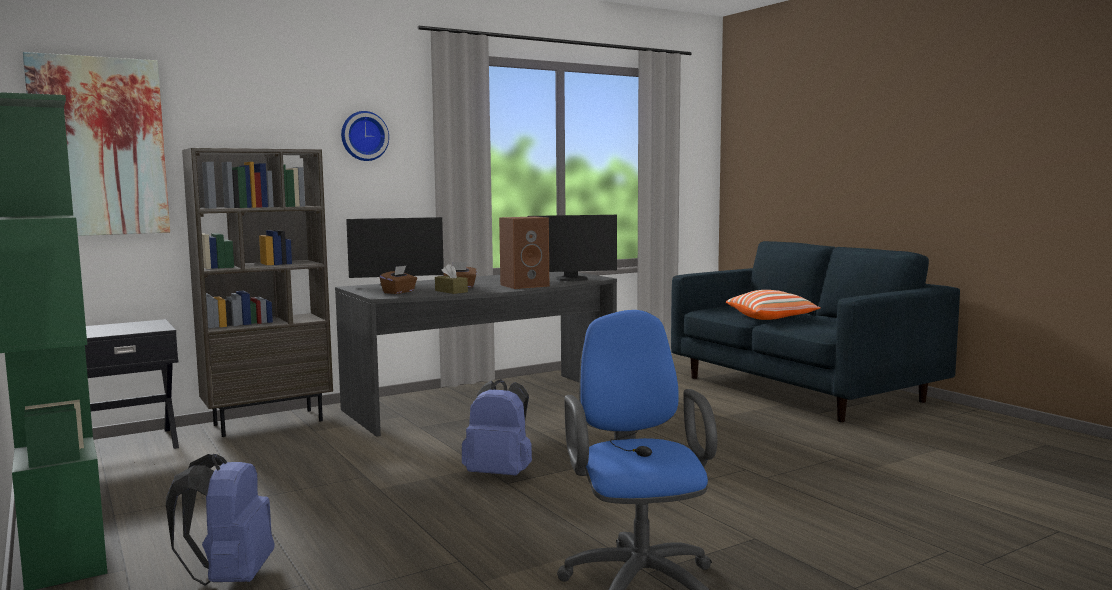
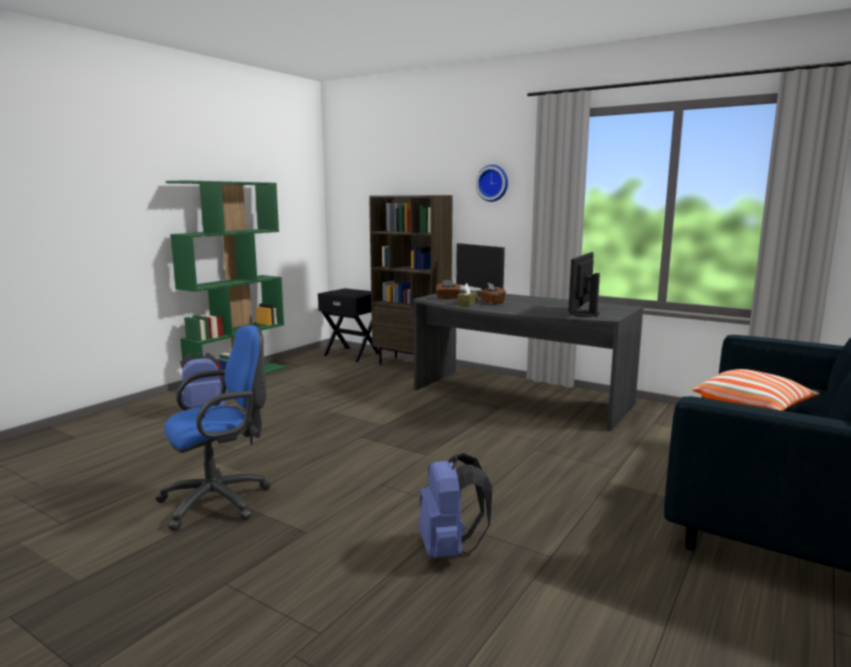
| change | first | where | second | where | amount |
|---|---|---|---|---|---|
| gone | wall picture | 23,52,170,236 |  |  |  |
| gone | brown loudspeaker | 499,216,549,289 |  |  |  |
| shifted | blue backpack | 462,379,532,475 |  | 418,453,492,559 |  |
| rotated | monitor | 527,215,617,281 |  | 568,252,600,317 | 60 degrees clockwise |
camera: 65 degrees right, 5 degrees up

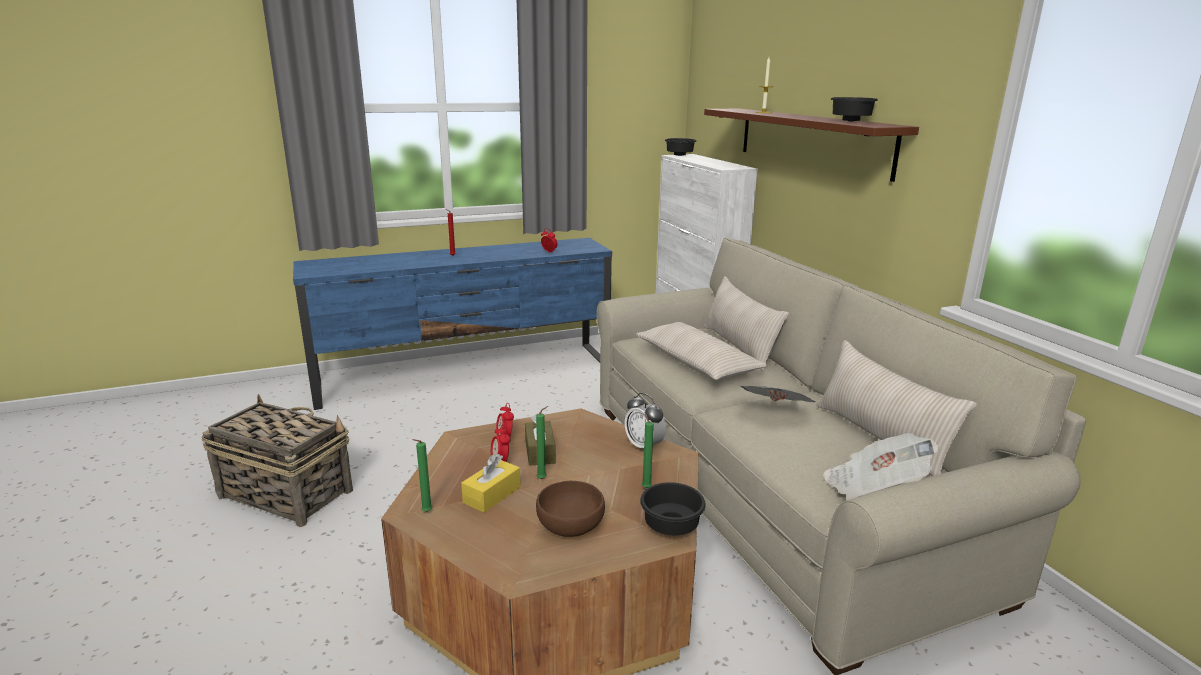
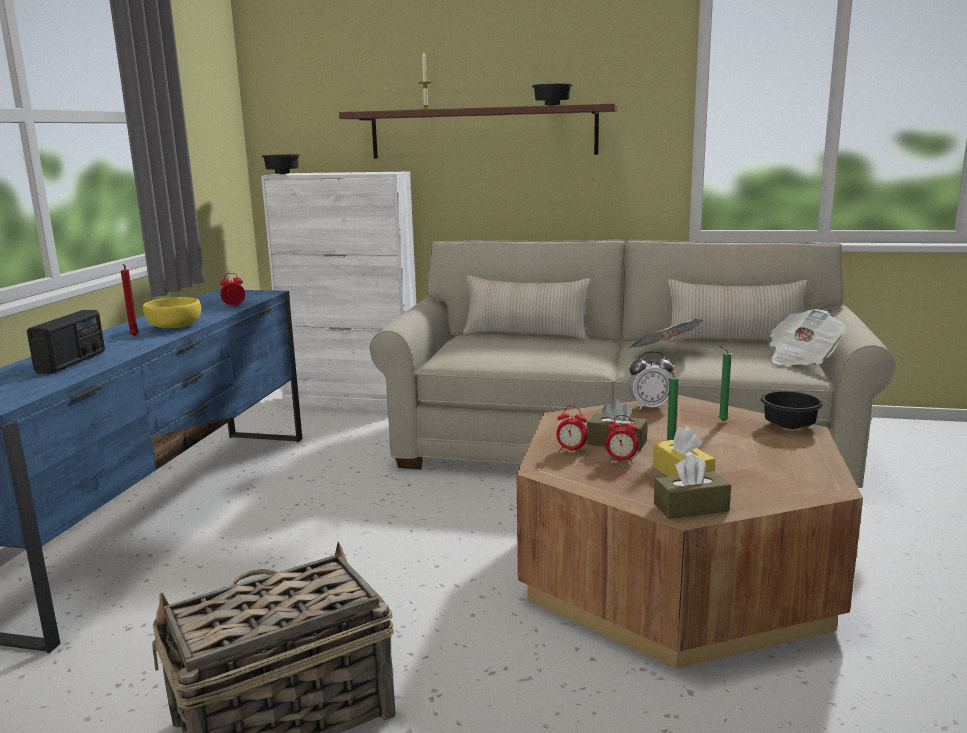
| change | first | where | second | where | amount |
|---|---|---|---|---|---|
| gone | brown bowl | 536,481,605,537 |  |  |  |
| gone | beige-coloured cushion | 635,322,768,380 |  |  |  |
| new |  |  | radio set | 26,310,105,374 |  |
| new |  |  | yellowish bowl | 143,297,201,328 |  |
| swapped | green wax light | 413,439,432,512 | brown box of tissues | 654,454,731,519 |  |
camera: 55 degrees left, 5 degrees down

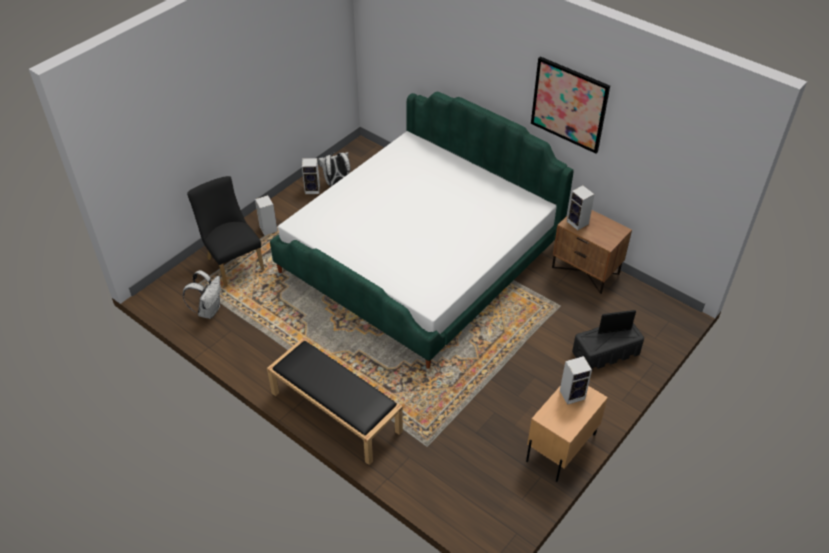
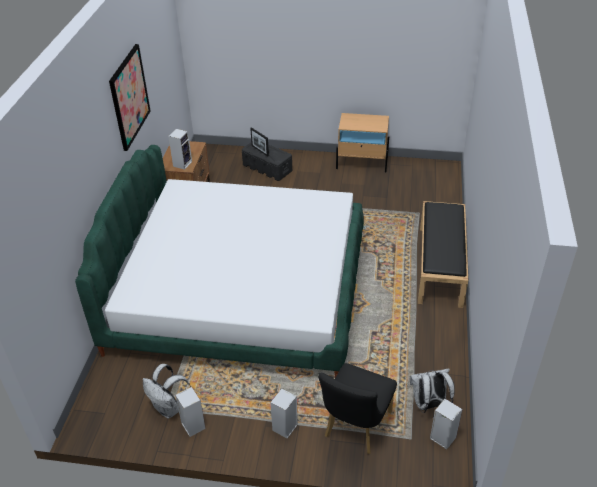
| change | first | where | second | where | amount |
|---|---|---|---|---|---|
| shifted | loudspeaker | 560,356,592,405 |  | 430,399,462,450 |  |
camera: 120 degrees left, 5 degrees down

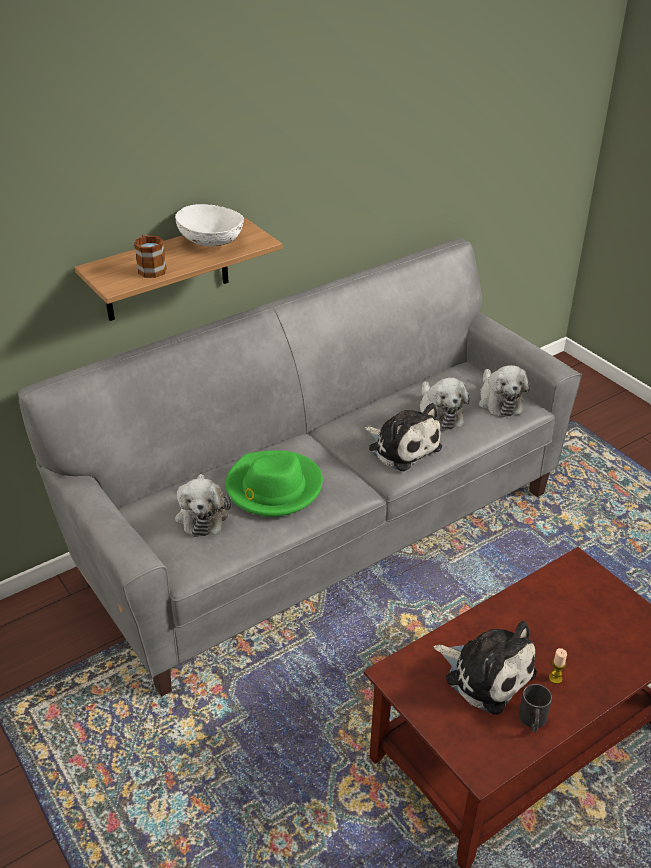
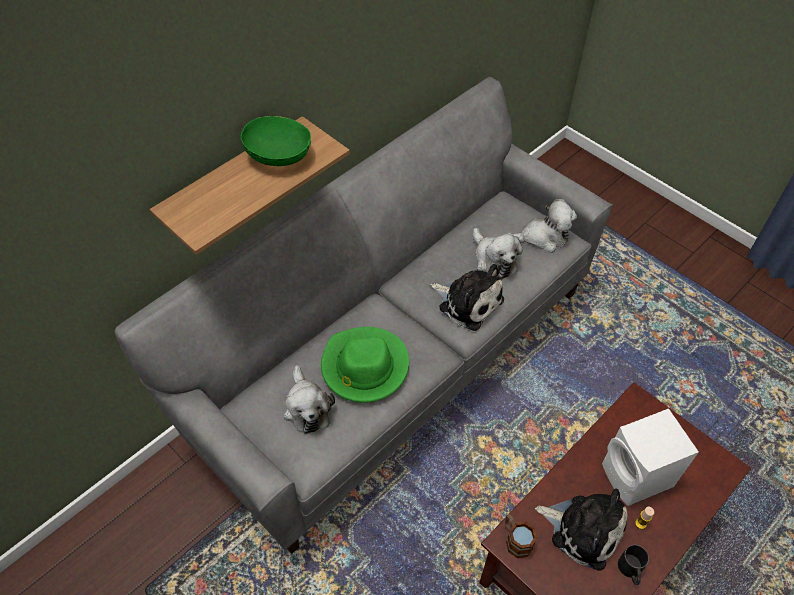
| change | first | where | second | where | amount |
|---|---|---|---|---|---|
| new |  |  | white loudspeaker | 602,408,699,506 |  |
| shifted | coffee mug | 134,234,167,278 |  | 505,514,537,558 |  |
| repainted | white bowl | 175,204,244,246 | green bowl | 241,116,311,166 |  |
| rotated | cuddly toy | 479,365,530,417 |  | 507,199,577,253 | 75 degrees counterclockwise |
camera: 10 degrees left, 15 degrees up

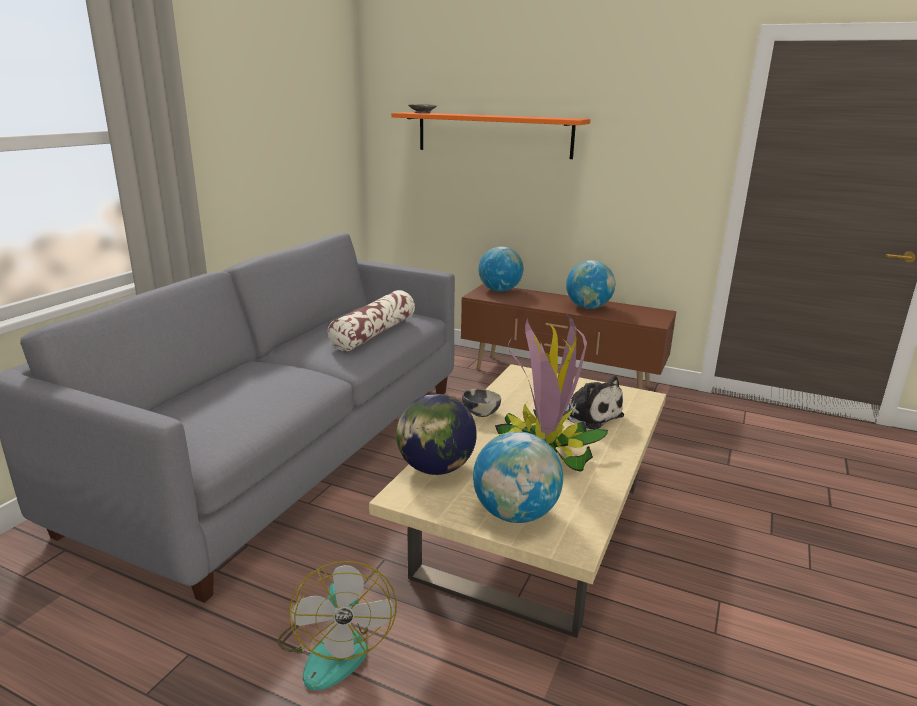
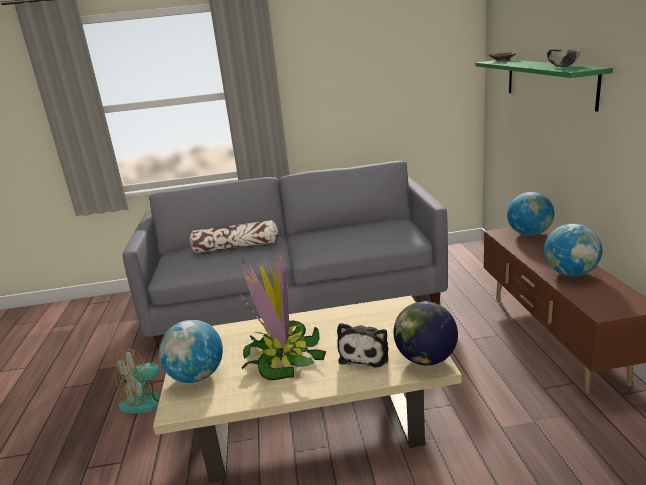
| change | first | where | second | where | amount |
|---|---|---|---|---|---|
| shifted | cushion | 328,290,415,351 |  | 190,220,278,253 |  |
| shifted | world globe | 396,394,477,475 |  | 394,301,458,365 |  |
| shifted | bowl | 462,389,501,417 |  | 547,49,580,67 |  |
| repainted | orangey wall shelf | 391,112,591,159 | green wall shelf | 475,59,613,112 |  |
camera: 60 degrees right, 0 degrees up

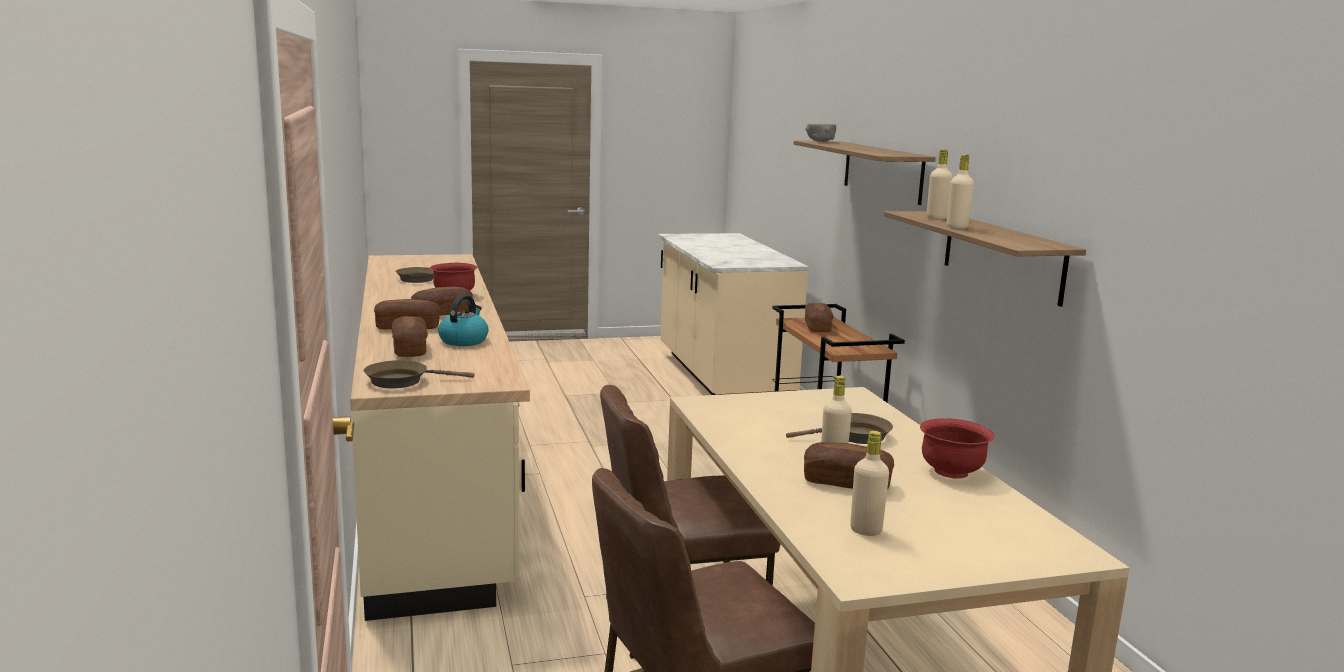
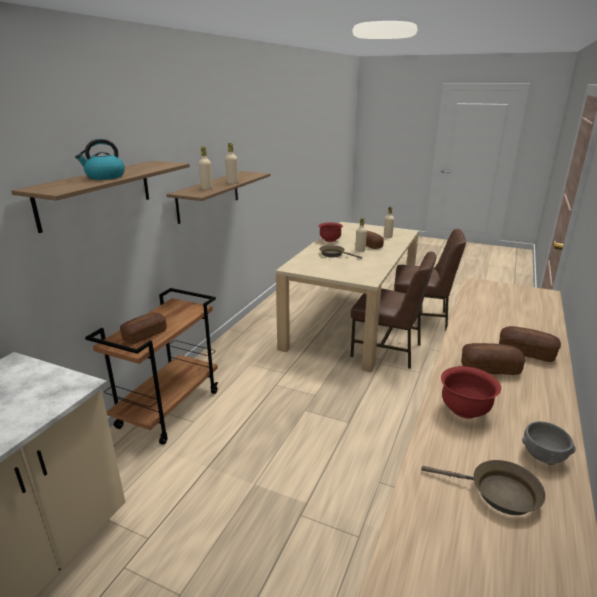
| change | first | where | second | where | amount |
|---|---|---|---|---|---|
| gone | brown skillet | 364,360,474,388 |  |  |  |
| gone | baked bread | 392,316,428,357 |  |  |  |
| shifted | water kettle | 438,295,489,346 |  | 75,139,125,180 |  |
| shifted | greyish bowl | 806,124,836,142 |  | 522,421,576,465 |  |
camera: 140 degrees left, 10 degrees up

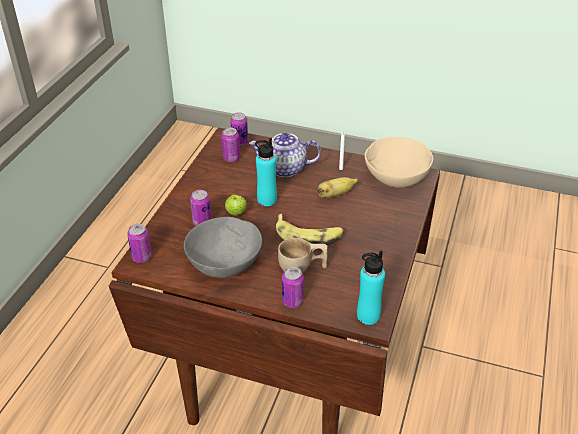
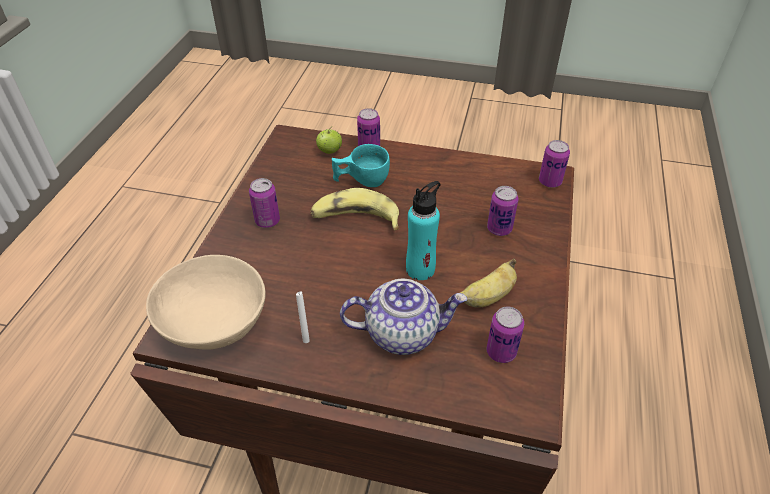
| change | first | where | second | where | amount |
|---|---|---|---|---|---|
| gone | greyish bowl | 184,217,262,278 |  |  |  |
| gone | turquoise bottle | 357,251,385,325 |  |  |  |
| shifted | apple fruit | 225,195,247,216 |  | 316,129,342,154 |  |
| shifted | can | 230,112,248,146 |  | 249,178,280,228 |  |
| shifted | banana | 317,177,358,198 |  | 460,259,517,307 |  |
| repainted | beige-coloured drinking cup | 278,238,327,273 | turquoise drinking cup | 332,144,390,187 |  |
camera: 175 degrees right, 5 degrees up

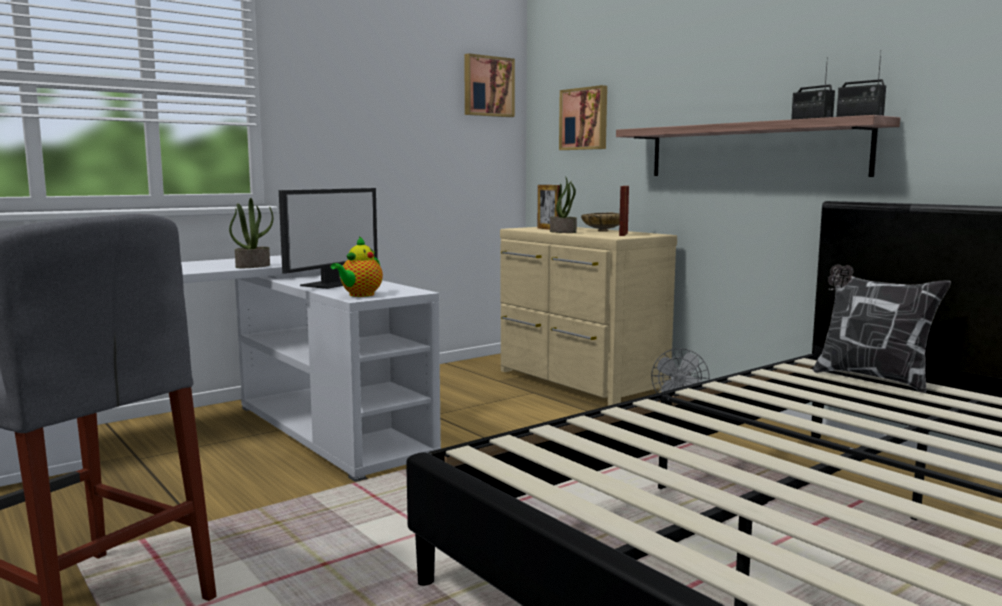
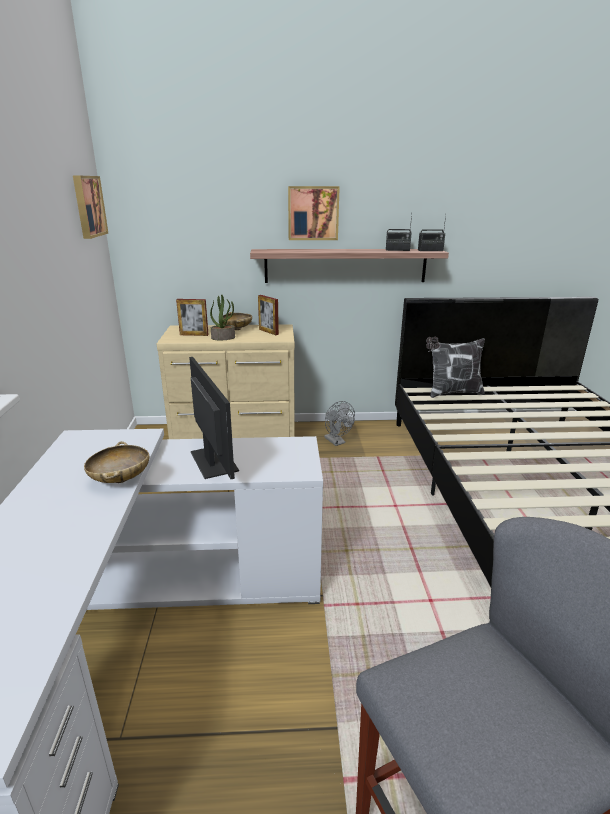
| change | first | where | second | where | amount |
|---|---|---|---|---|---|
| gone | tea pot | 330,236,383,297 |  |  |  |
| shifted | wall picture | 559,85,607,150 |  | 288,186,340,240 |  |
| swapped | houseplant | 229,198,273,268 | beige-coloured bowl | 84,441,149,483 |  |
camera: 55 degrees left, 15 degrees up

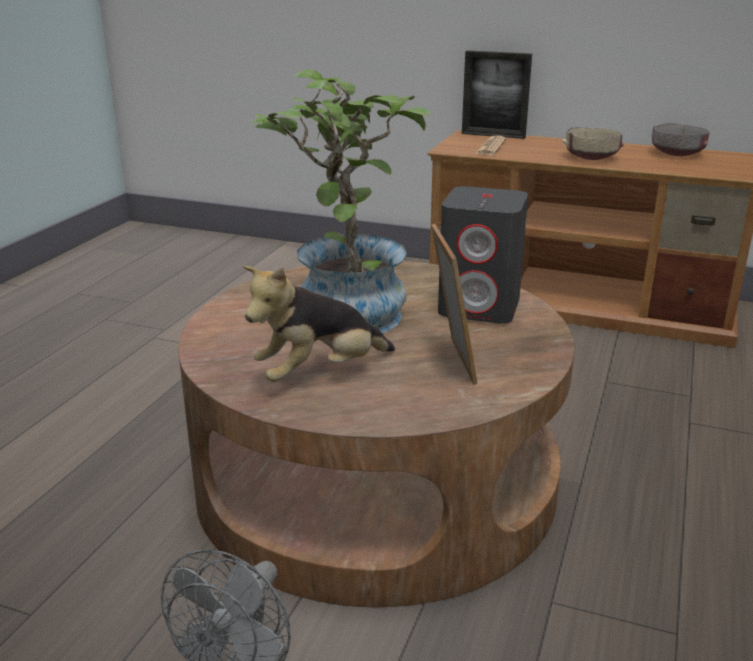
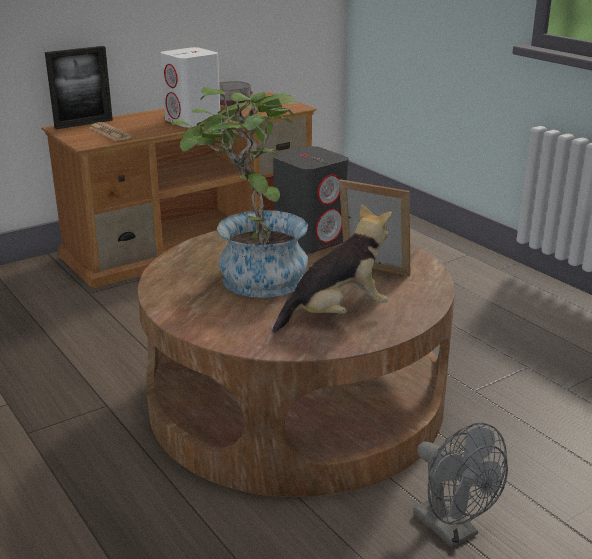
| change | first | where | second | where | amount |
|---|---|---|---|---|---|
| swapped | beige-coloured bowl | 562,127,624,160 | white loudspeaker | 160,47,220,127 |  |
| rotated | cuddly toy | 243,266,395,382 |  | 272,204,392,333 | 120 degrees counterclockwise |
camera: 55 degrees left, 0 degrees up

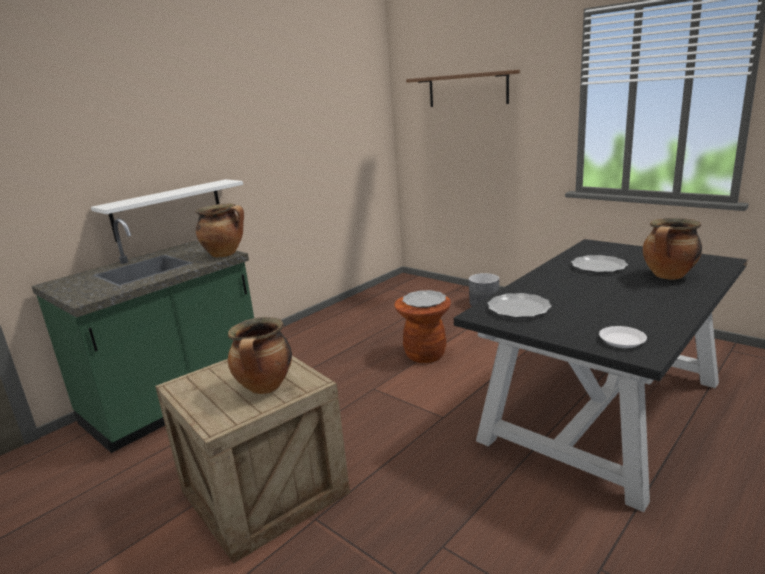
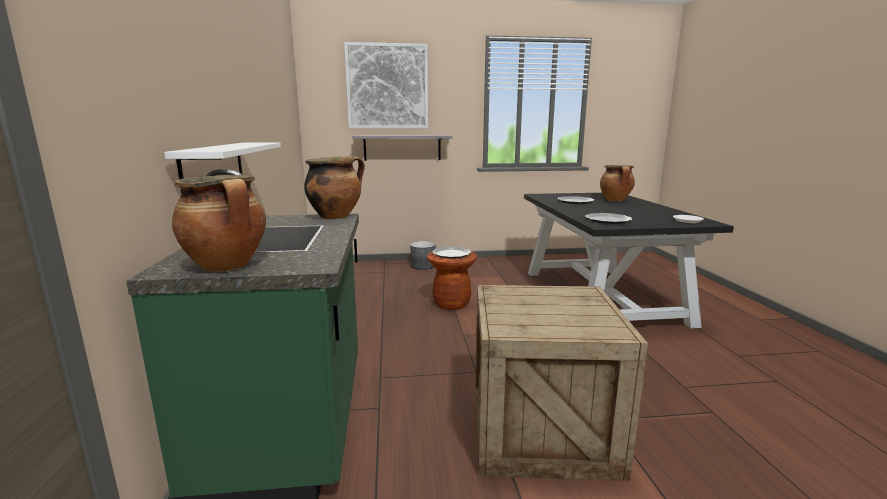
| change | first | where | second | where | amount |
|---|---|---|---|---|---|
| new |  |  | greyish wall shelf | 352,135,452,161 |  |
| shifted | saucepot | 228,317,292,394 |  | 172,175,266,272 |  |
| swapped | brown wall shelf | 406,70,520,107 | wall picture | 344,42,428,129 |  |
camera: 50 degrees left, 5 degrees down

